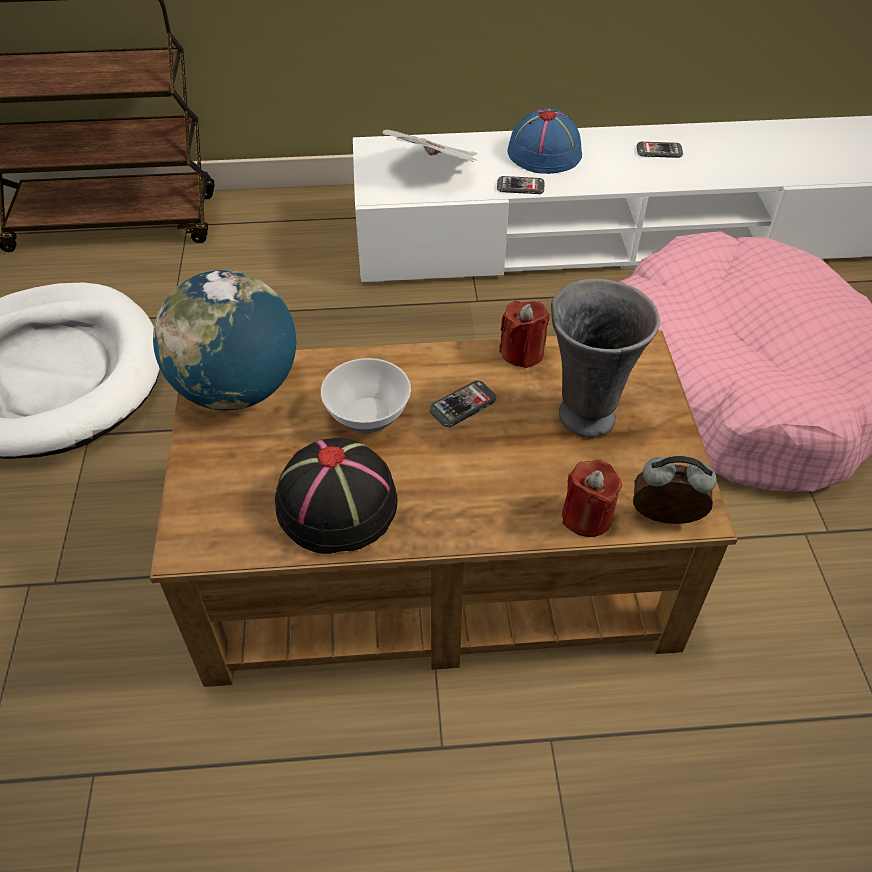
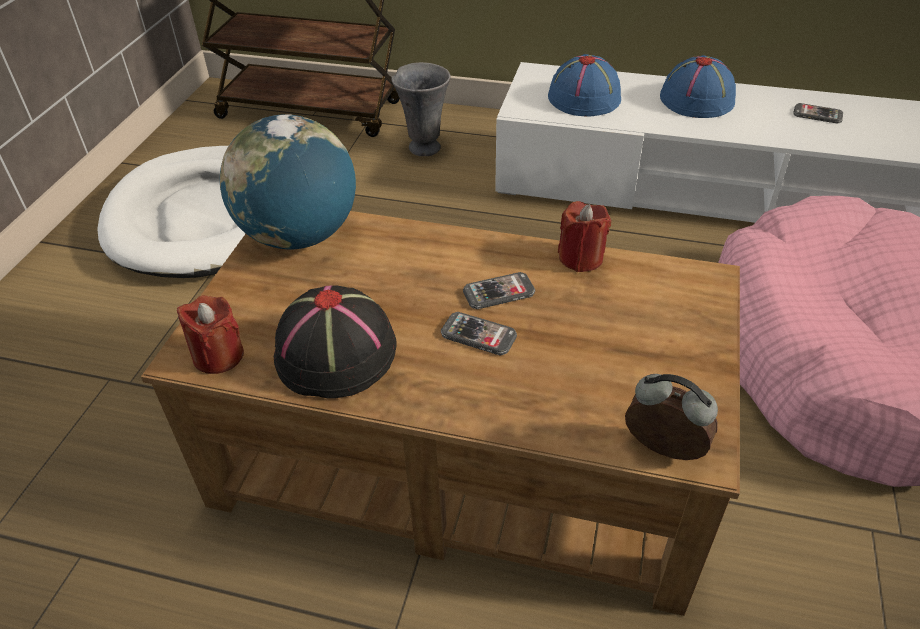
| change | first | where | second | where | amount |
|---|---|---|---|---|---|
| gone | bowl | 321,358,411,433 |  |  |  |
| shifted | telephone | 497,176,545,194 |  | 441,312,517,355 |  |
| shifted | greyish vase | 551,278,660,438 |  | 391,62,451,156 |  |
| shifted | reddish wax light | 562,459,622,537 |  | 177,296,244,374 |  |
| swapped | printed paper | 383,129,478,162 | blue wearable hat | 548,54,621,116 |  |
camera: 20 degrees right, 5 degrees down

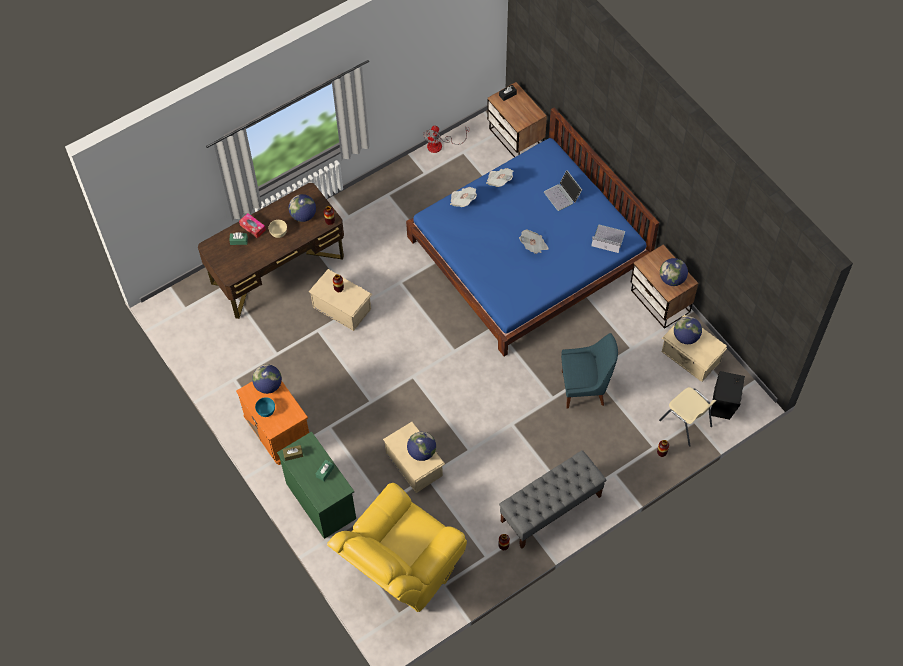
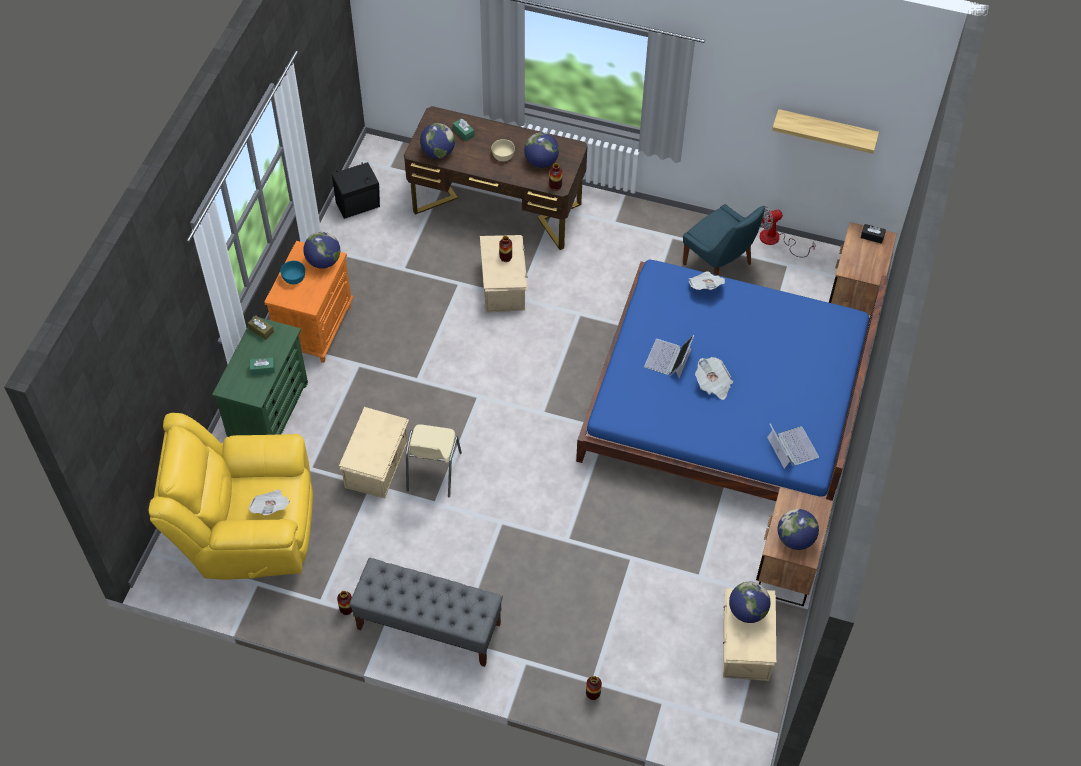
| change | first | where | second | where | amount |
|---|---|---|---|---|---|
| gone | box of tissues | 239,213,266,238 |  |  |  |
| new |  |  | wall shelf | 772,109,879,154 |  |
| shifted | world globe | 407,432,436,461 |  | 420,123,455,158 |  |
| shifted | printed paper | 486,168,513,187 |  | 248,489,290,515 |  |
| shifted | portable computer | 544,170,582,211 |  | 644,335,694,378 |  |
| shifted | blue upright chair | 561,333,618,408 |  | 683,204,765,275 |  |
| shifted | beige-coloured upright chair | 659,387,716,447 |  | 406,424,462,498 |  |
| shifted | black-coloured loudspeaker | 711,371,745,420 |  | 332,162,380,219 |  |
camera: 50 degrees right, 5 degrees down

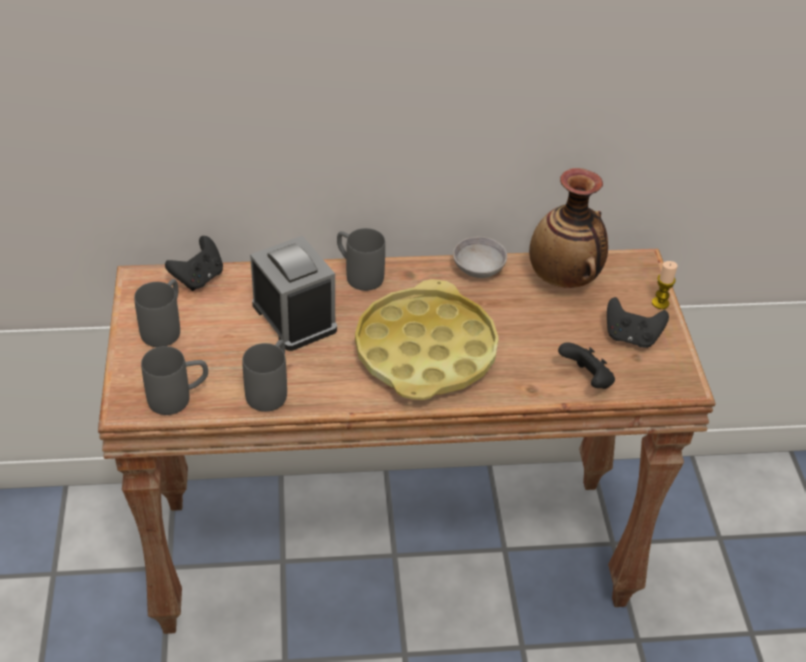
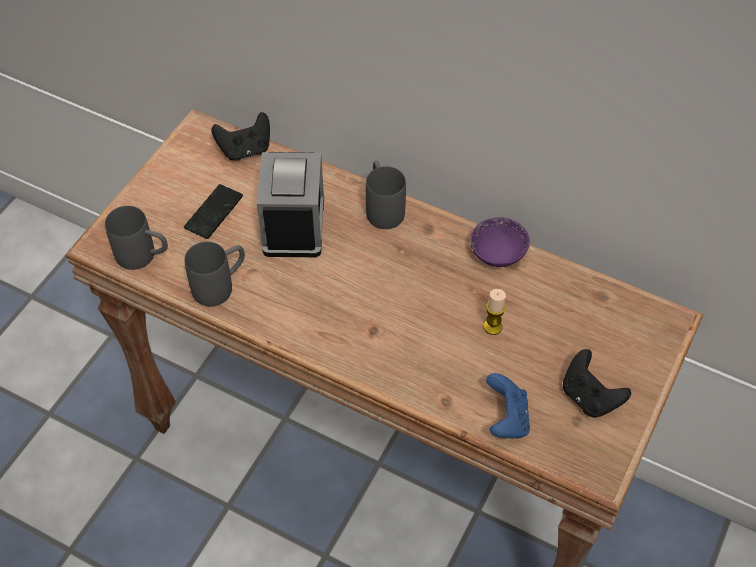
| change | first | where | second | where | amount |
|---|---|---|---|---|---|
| gone | greyish coffee mug | 134,279,180,347 |  |  |  |
| gone | yellowish serving tray | 355,279,499,400 |  |  |  |
| gone | vase | 529,168,608,288 |  |  |  |
| new |  |  | telephone | 184,184,243,239 |  |
| shifted | wax light | 652,261,678,309 |  | 483,289,506,335 |  |
| repainted | greyish bowl | 453,237,507,278 | purple bowl | 470,217,530,267 |  |
| repainted | black-coloured joypad | 558,342,615,389 | blue joypad | 486,373,530,438 |  |
camera: 35 degrees right, 10 degrees up

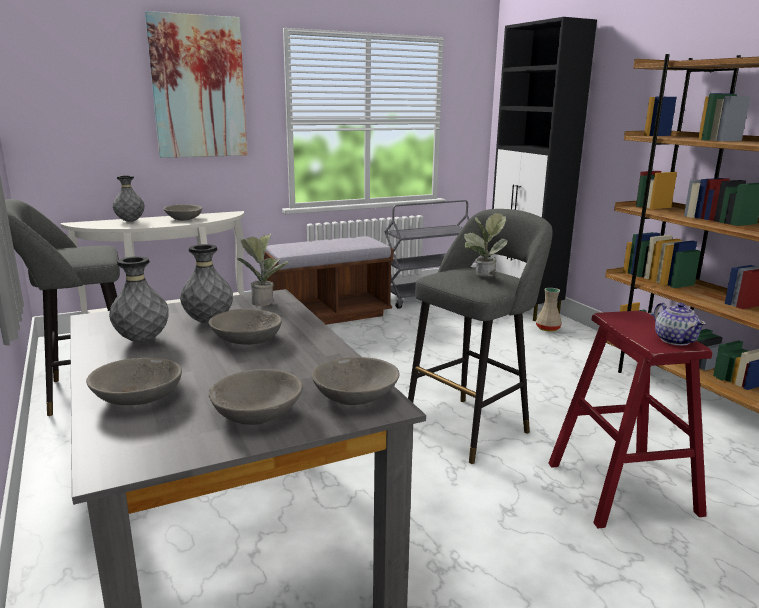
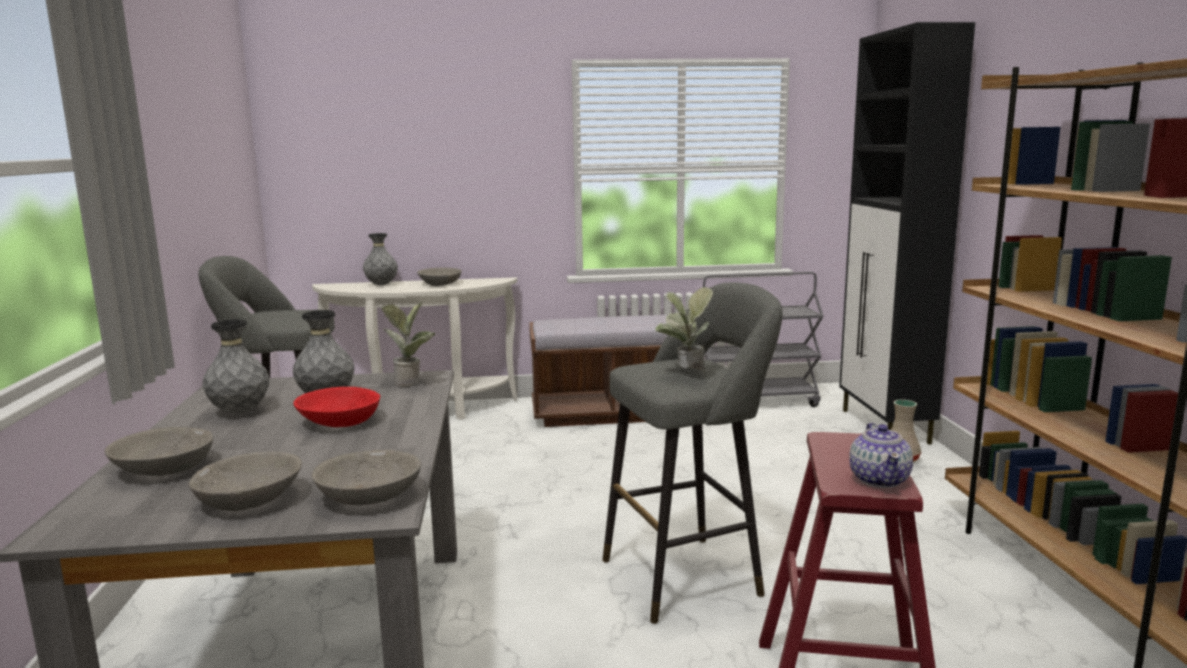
| change | first | where | second | where | amount |
|---|---|---|---|---|---|
| gone | wall picture | 145,11,247,158 |  |  |  |
| repainted | greyish bowl | 209,309,282,345 | reddish bowl | 293,387,381,427 |  |
camera: 20 degrees right, 5 degrees down

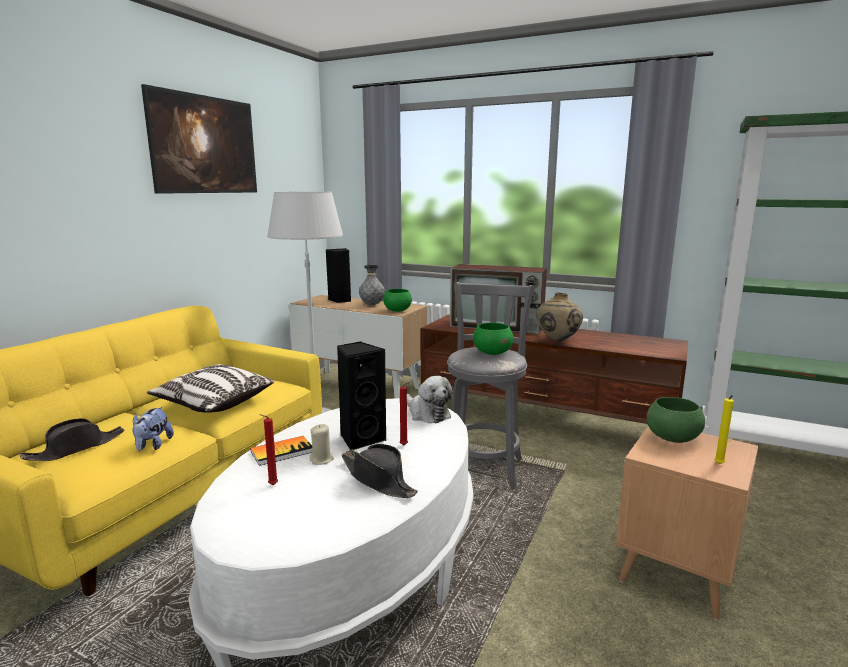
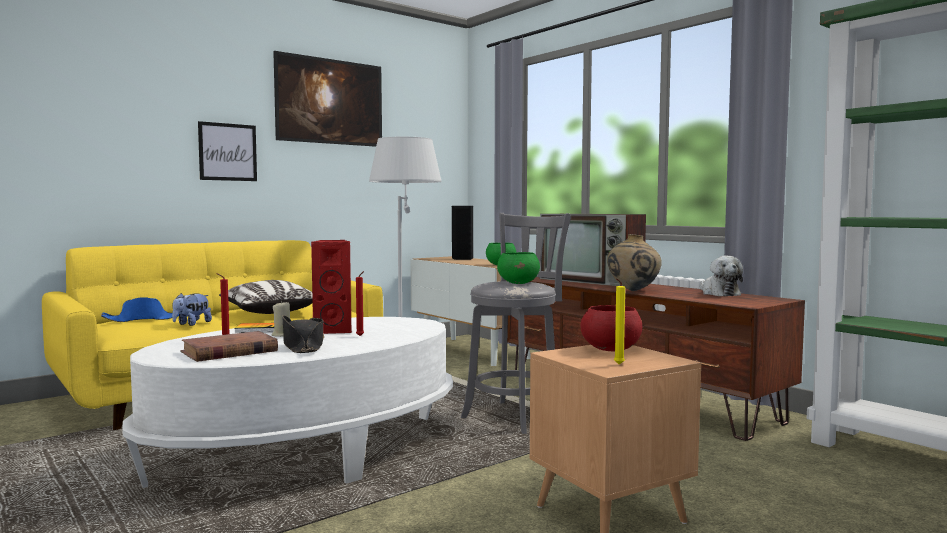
| change | first | where | second | where | amount |
|---|---|---|---|---|---|
| gone | greyish vase | 359,265,385,305 |  |  |  |
| new |  |  | brown book | 180,331,278,362 |  |
| new |  |  | wall picture | 198,121,257,181 |  |
| shifted | cuddly toy | 407,376,453,423 |  | 700,256,743,296 |  |
| repainted | black-coloured wearable hat | 20,418,124,461 | blue wearable hat | 101,297,179,322 |  |
| repainted | black-coloured loudspeaker | 337,342,387,450 | reddish loudspeaker | 311,240,352,334 |  |
| repainted | green bowl | 646,397,705,443 | reddish bowl | 581,305,642,352 |  |
camera: 25 degrees right, 10 degrees down

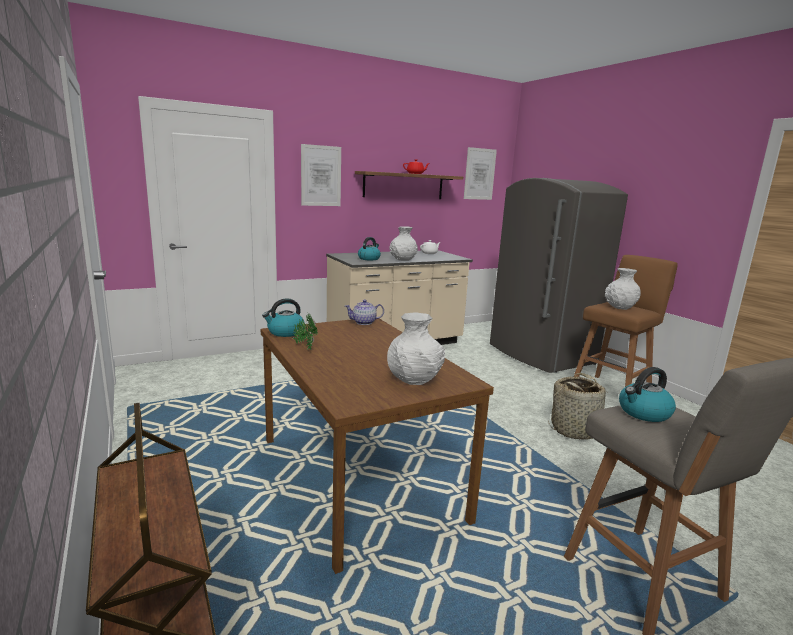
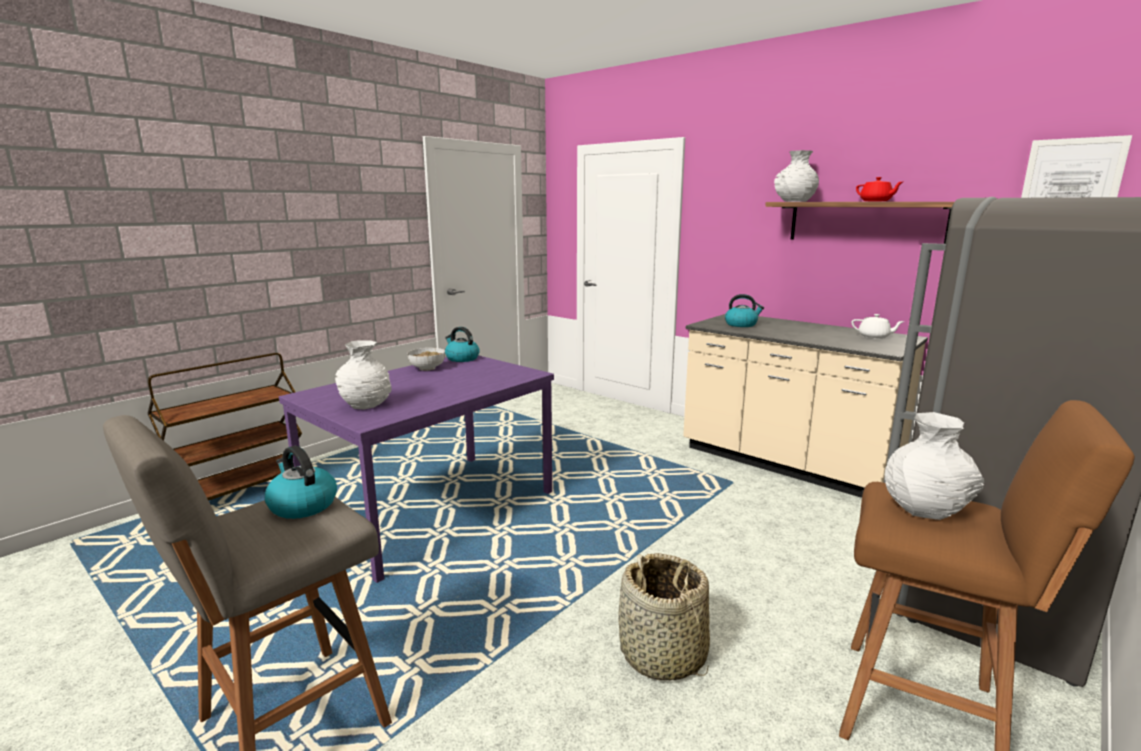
| change | first | where | second | where | amount |
|---|---|---|---|---|---|
| gone | wall picture | 301,144,341,206 |  |  |  |
| gone | tea pot | 345,300,384,325 |  |  |  |
| shifted | white vase | 389,226,418,261 |  | 774,150,819,202 |  |
| swapped | houseplant | 293,313,318,350 | bowl | 407,348,445,371 |  |
| repainted | brown dining table | 261,318,494,574 | purple dining table | 279,355,554,583 |  |
camera: 70 degrees right, 0 degrees up

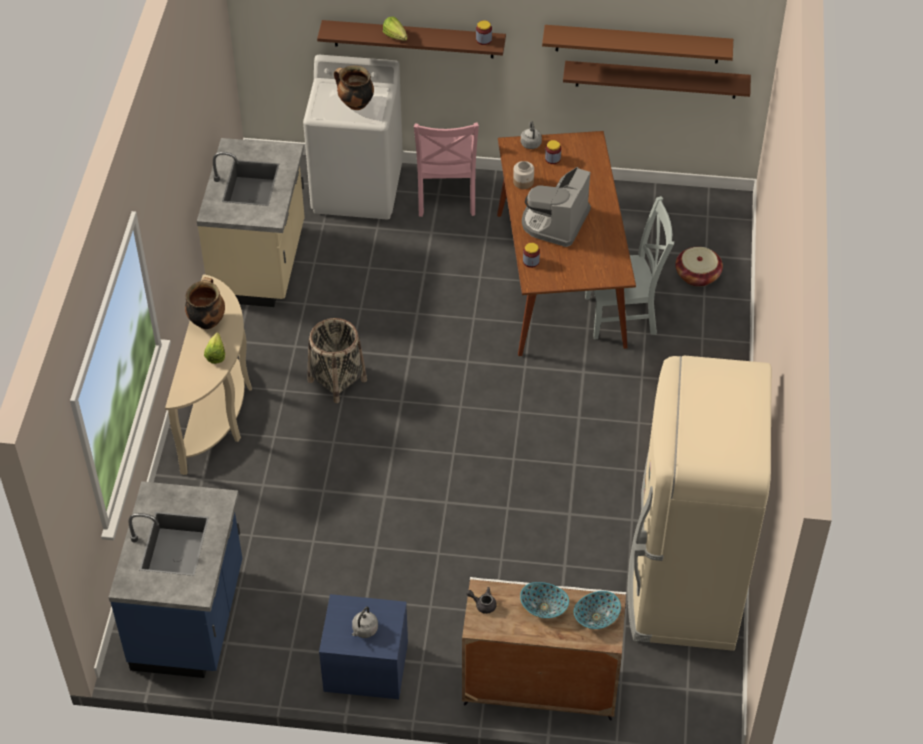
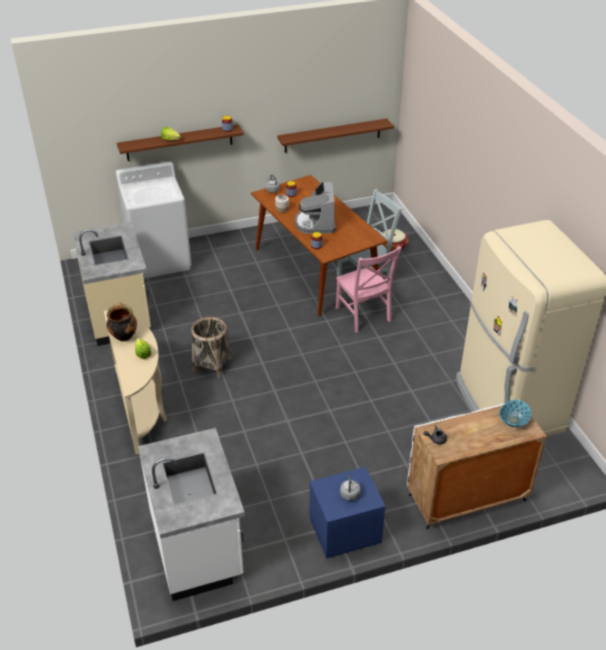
| change | first | where | second | where | amount |
|---|---|---|---|---|---|
| gone | saucepot | 334,65,374,110 |  |  |  |
| gone | bowl | 520,582,569,618 |  |  |  |
| gone | brown wall shelf | 542,25,733,64 |  |  |  |
| shifted | pink-coloured upright chair | 414,122,479,217 |  | 336,246,402,333 |  |
| repainted | blue counter | 109,481,242,678 | white counter | 138,428,245,601 |  |
camera: 25 degrees left, 10 degrees down

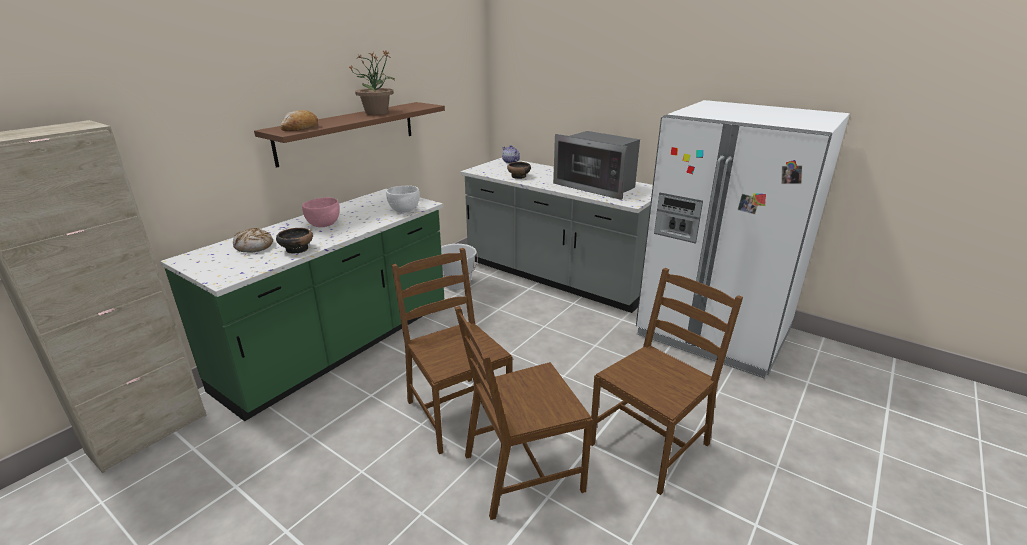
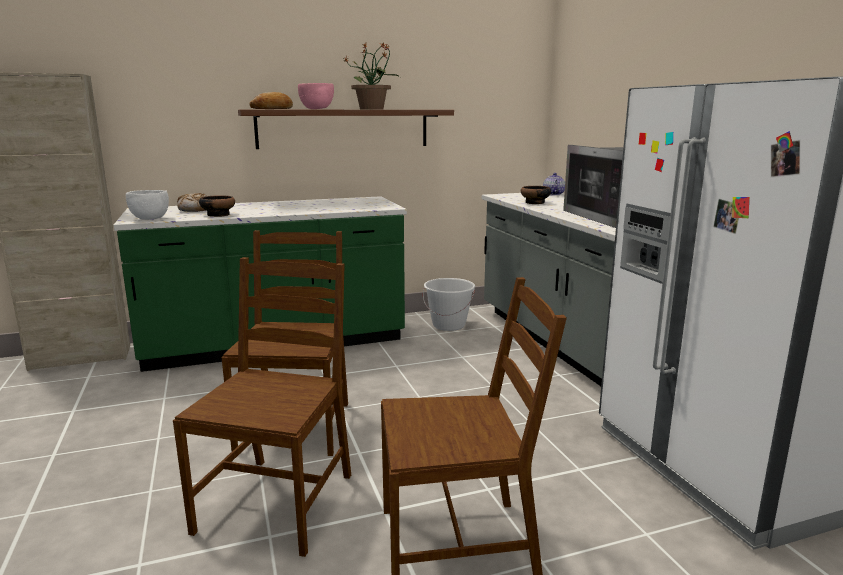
| change | first | where | second | where | amount |
|---|---|---|---|---|---|
| shifted | pink-coloured bowl | 302,197,340,227 |  | 298,83,334,109 |  |
| shifted | white bowl | 386,186,420,213 |  | 126,190,169,220 |  |
| rotated | brown upright chair | 455,306,593,520 |  | 173,257,351,557 | 90 degrees clockwise |
camera: 35 degrees right, 10 degrees down

